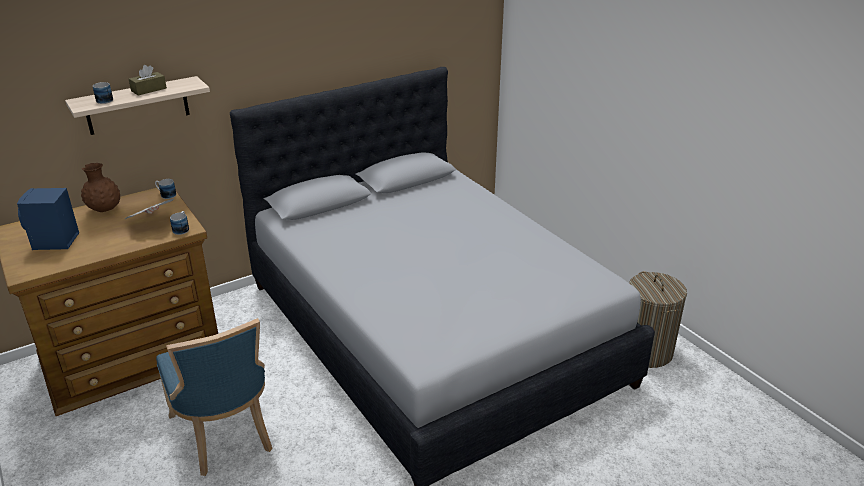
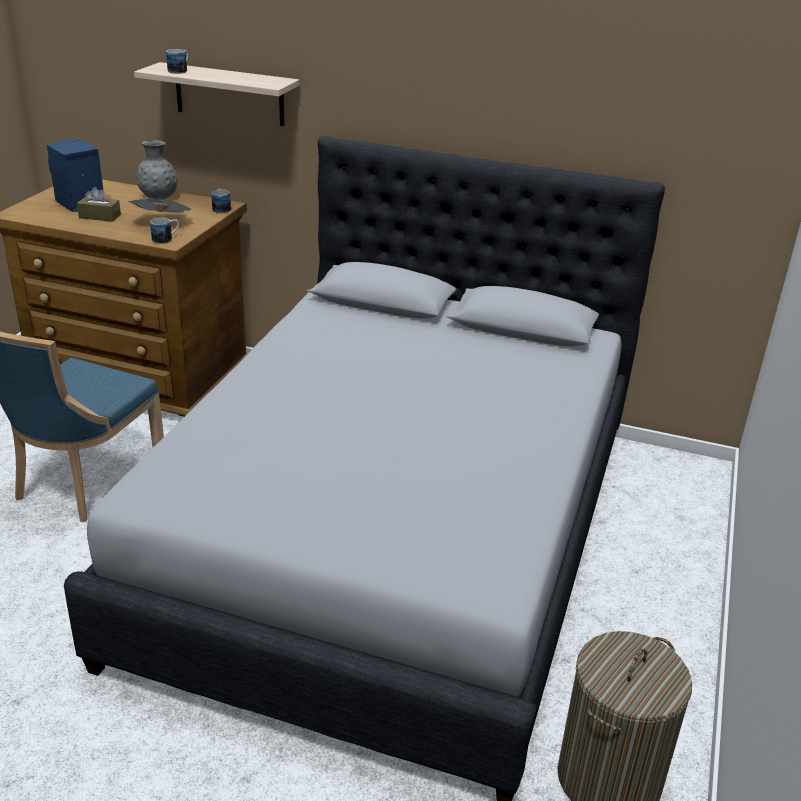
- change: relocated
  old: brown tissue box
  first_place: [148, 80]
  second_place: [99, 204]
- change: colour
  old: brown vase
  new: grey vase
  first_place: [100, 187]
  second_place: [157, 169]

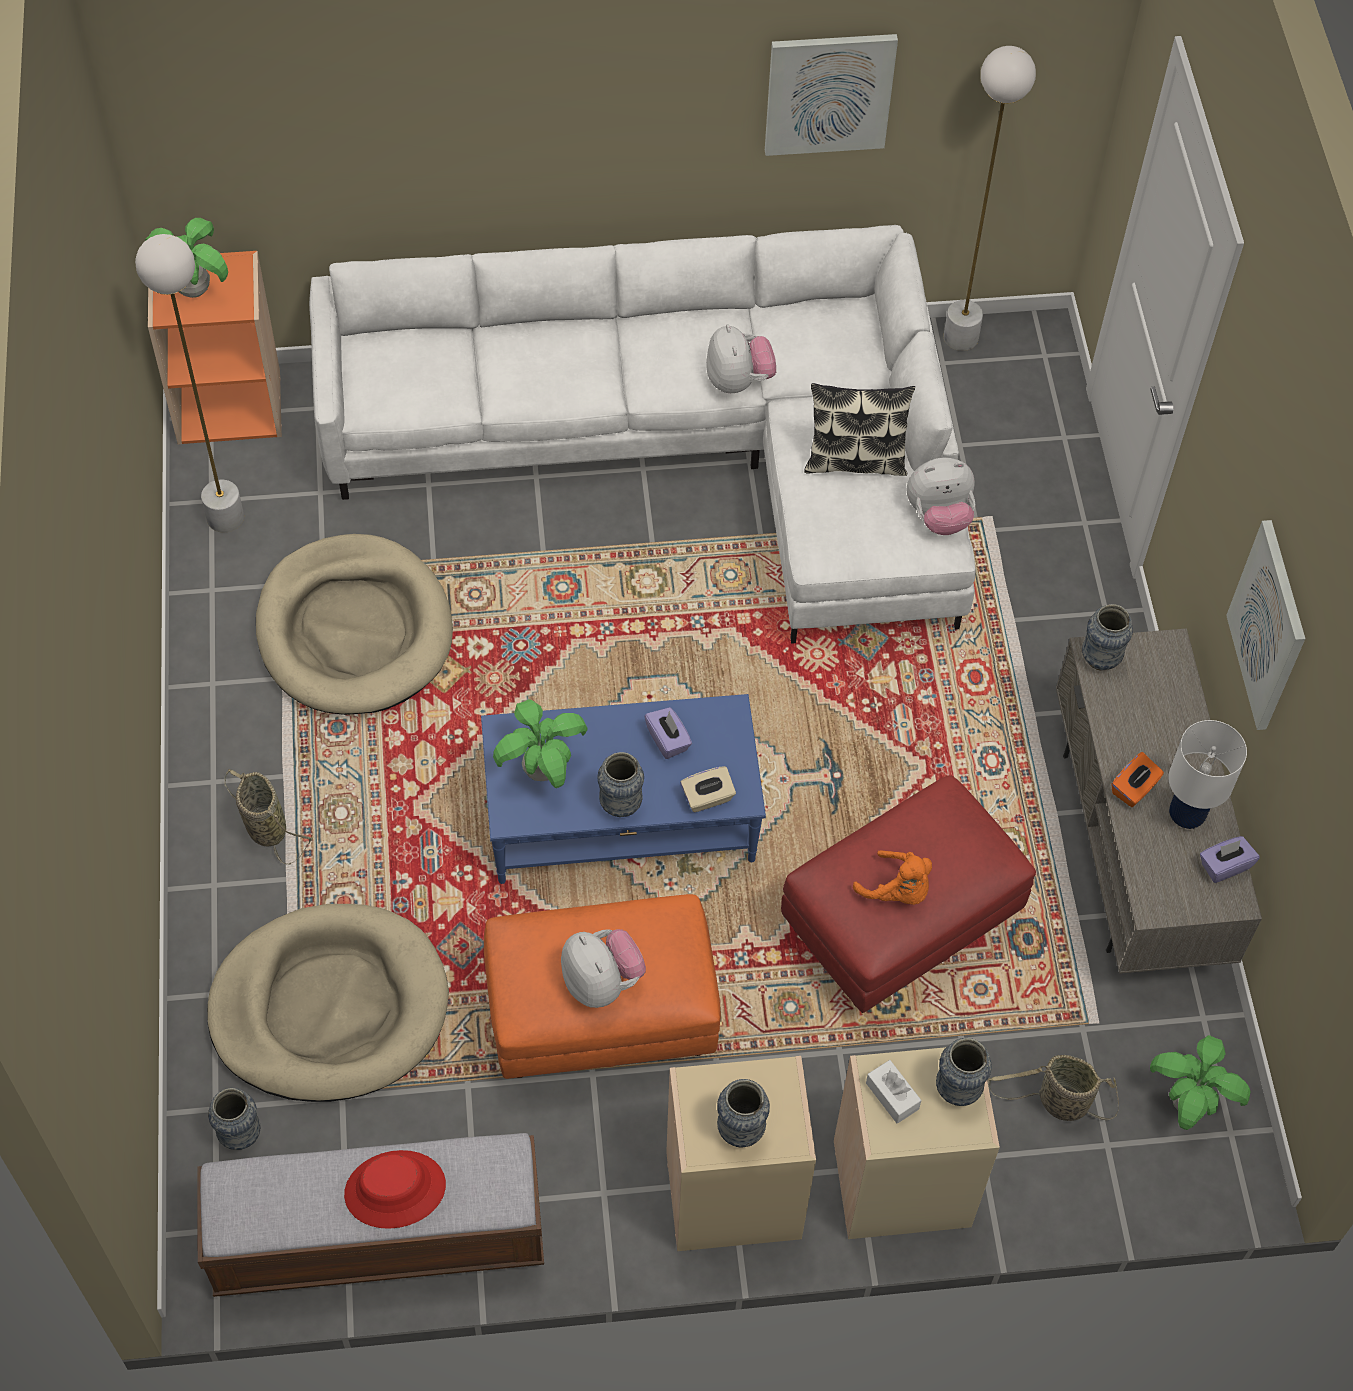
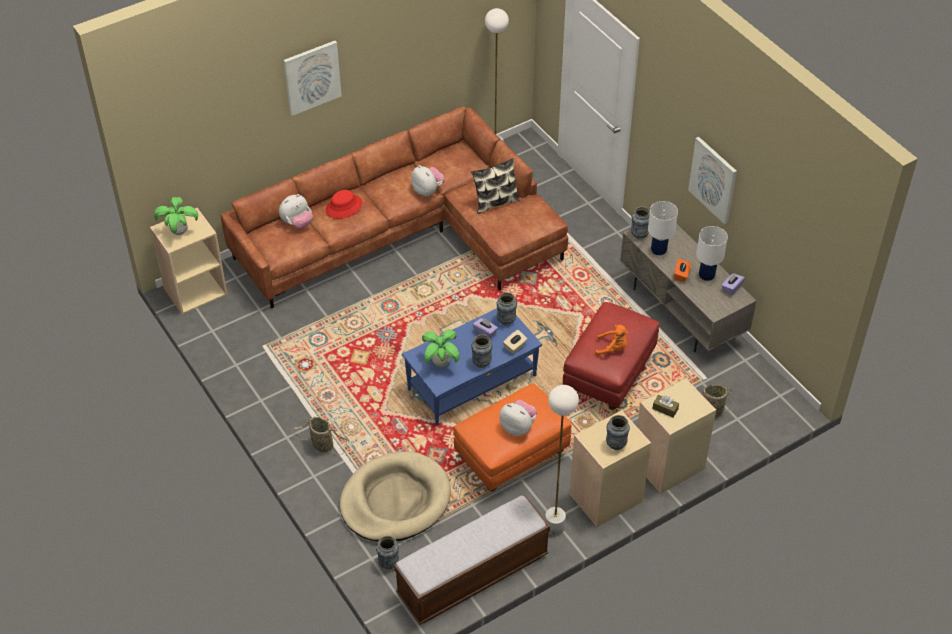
- change: colour
  old: orange bookcase
  new: beige bookcase
  first_place: [215, 347]
  second_place: [189, 261]
- change: colour
  old: white sofa
  new: brown sofa
  first_place: [642, 434]
  second_place: [394, 207]
- change: relocated
  old: plush toy
  first_place: [941, 496]
  second_place: [296, 211]
- change: relocated
  old: picture
  first_place: [831, 95]
  second_place: [313, 78]
- change: relocated
  old: red hat
  first_place: [395, 1189]
  second_place: [344, 204]
- change: relocated
  old: vase
  first_place: [964, 1072]
  second_place: [506, 308]
- change: relocated
  old: white floor lamp
  first_place: [189, 383]
  second_place: [562, 460]
- change: appeared
  new: white table lamp
  second_place: [663, 228]
- change: colour
  old: white tissue box
  new: brown tissue box
  first_place: [893, 1092]
  second_place: [665, 406]
- change: missing
  old: beige dog bed
  first_place: [354, 624]
- change: missing
  old: potted plant
  first_place: [1200, 1082]

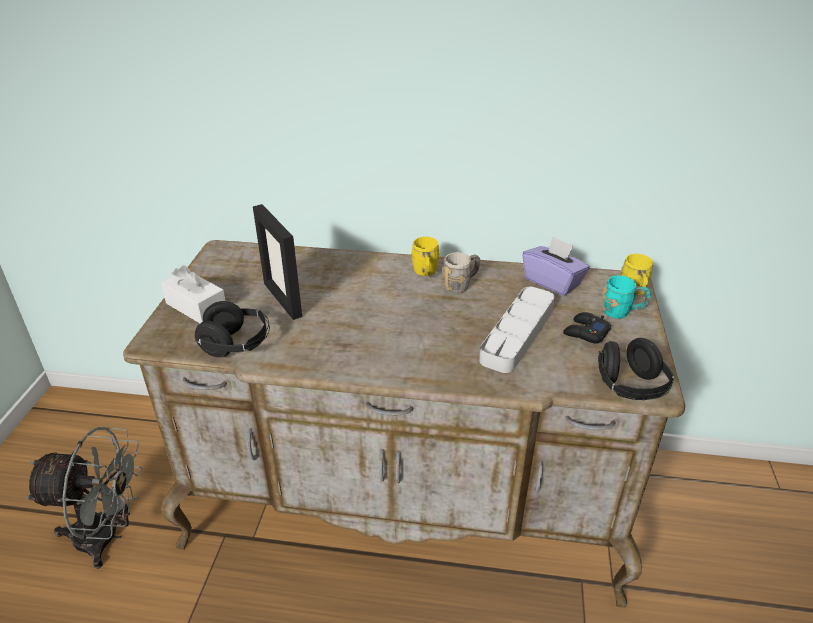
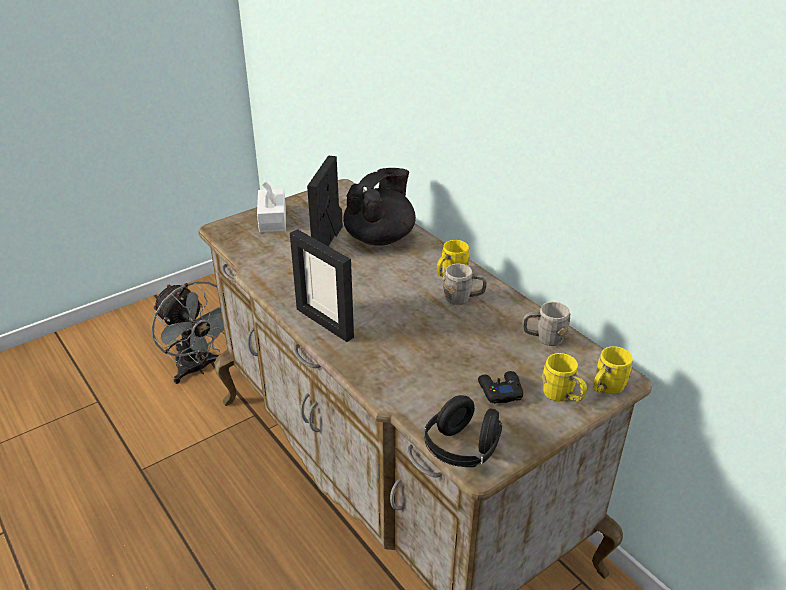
- change: appeared
  new: picture frame
  second_place: [322, 285]
- change: appeared
  new: black teapot
  second_place: [379, 207]
- change: exchanged
  old: purple tissue box
  new: grey mug
  first_place: [556, 266]
  second_place: [546, 324]
- change: colour
  old: turquoise mug
  new: yellow mug
  first_place: [626, 297]
  second_place: [564, 377]
- change: missing
  old: black headphones
  first_place: [232, 329]
- change: missing
  old: grey tray
  first_place: [517, 330]

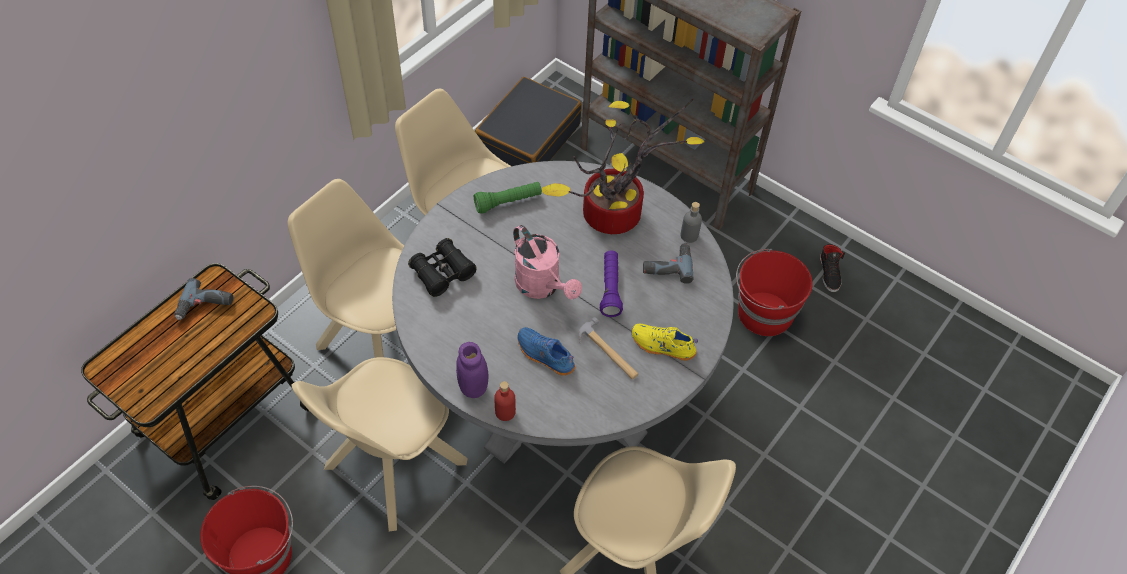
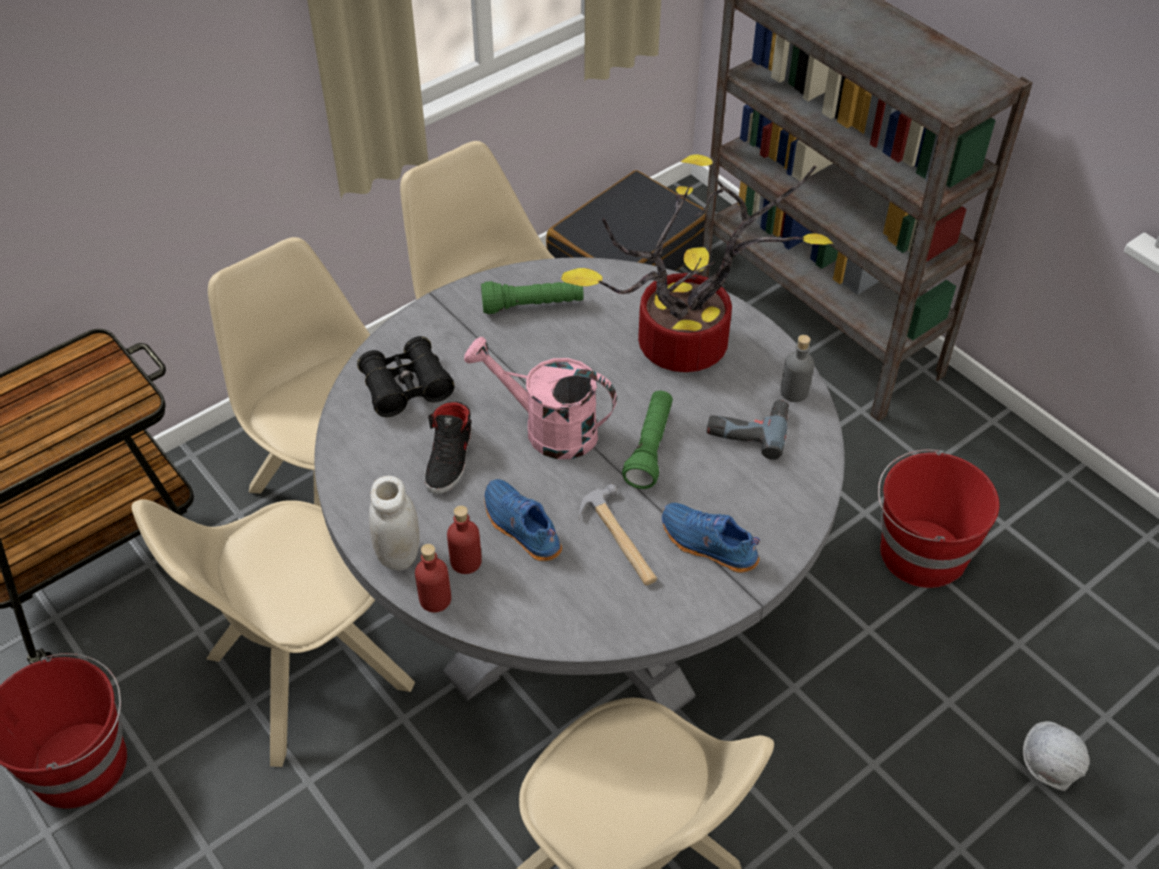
- change: colour
  old: purple jar
  new: white jar
  first_place: [472, 370]
  second_place: [394, 523]
- change: relocated
  old: black shoe
  first_place: [832, 268]
  second_place: [448, 448]
- change: appeared
  new: red bottle
  second_place: [464, 539]
- change: spun
  old: pink watering can
  first_place: [547, 262]
  second_place: [540, 398]
  degrees: 135
- change: colour
  old: purple flashlight
  new: green flashlight
  first_place: [611, 284]
  second_place: [647, 440]
- change: colour
  old: yellow shoe
  new: blue shoe
  first_place: [665, 342]
  second_place: [711, 538]
- change: appeared
  new: white hard hat
  second_place: [1056, 756]
- change: missing
  old: power drill
  first_place: [203, 299]

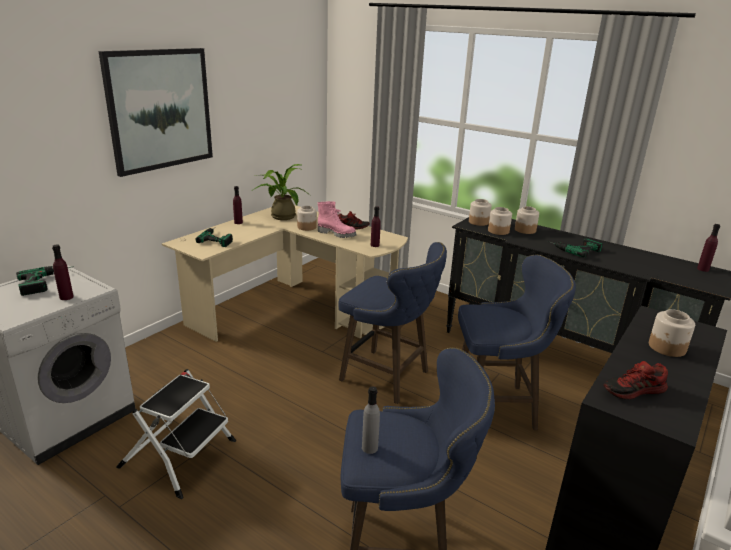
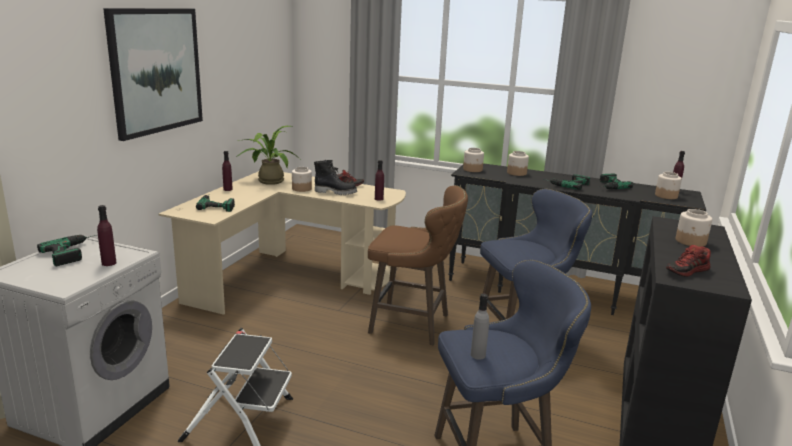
- change: colour
  old: pink boot
  new: black boot
  first_place: [337, 219]
  second_place: [335, 177]
- change: colour
  old: blue stool
  new: brown stool
  first_place: [392, 323]
  second_place: [418, 265]
- change: appeared
  new: power drill
  second_place: [615, 181]
- change: relocated
  old: jar
  first_place: [500, 221]
  second_place: [668, 185]

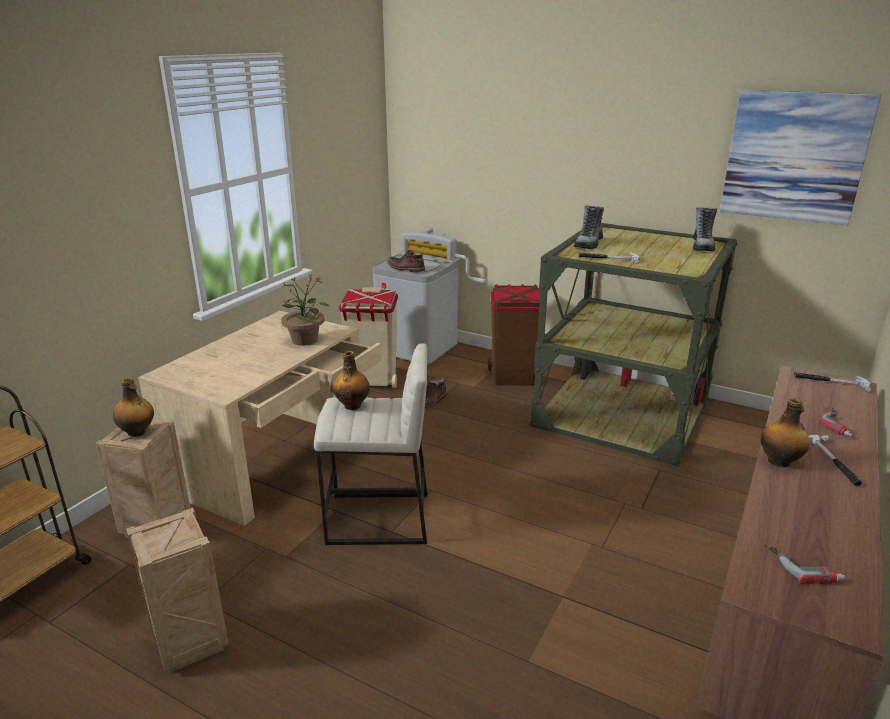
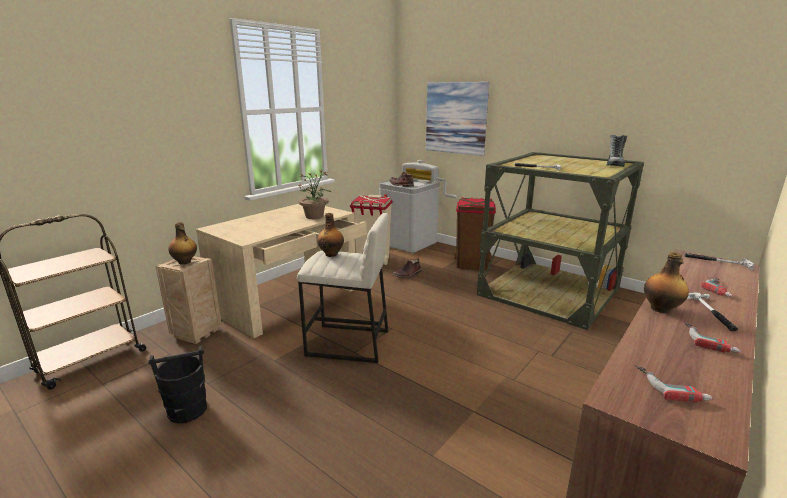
- change: exchanged
  old: crate
  new: black bucket
  first_place: [177, 590]
  second_place: [177, 384]
- change: relocated
  old: picture
  first_place: [800, 158]
  second_place: [457, 119]
- change: appeared
  new: power drill
  second_place: [712, 337]
- change: missing
  old: boot
  first_place: [589, 227]

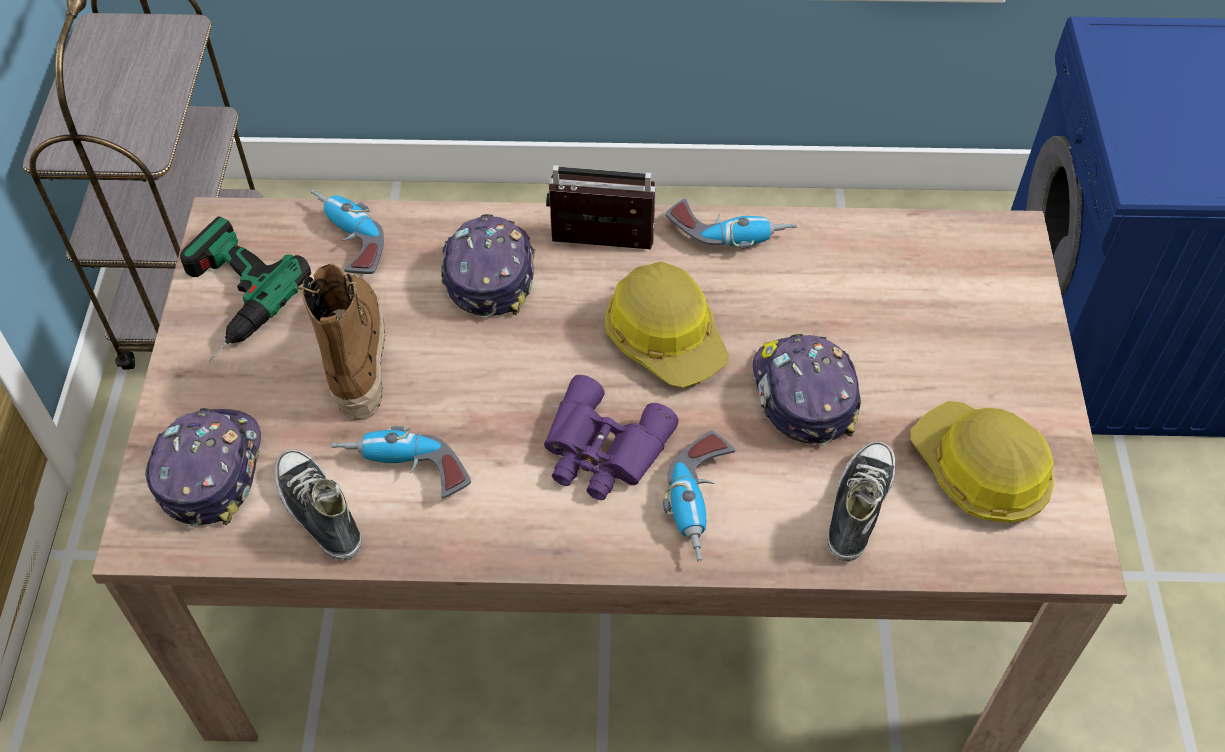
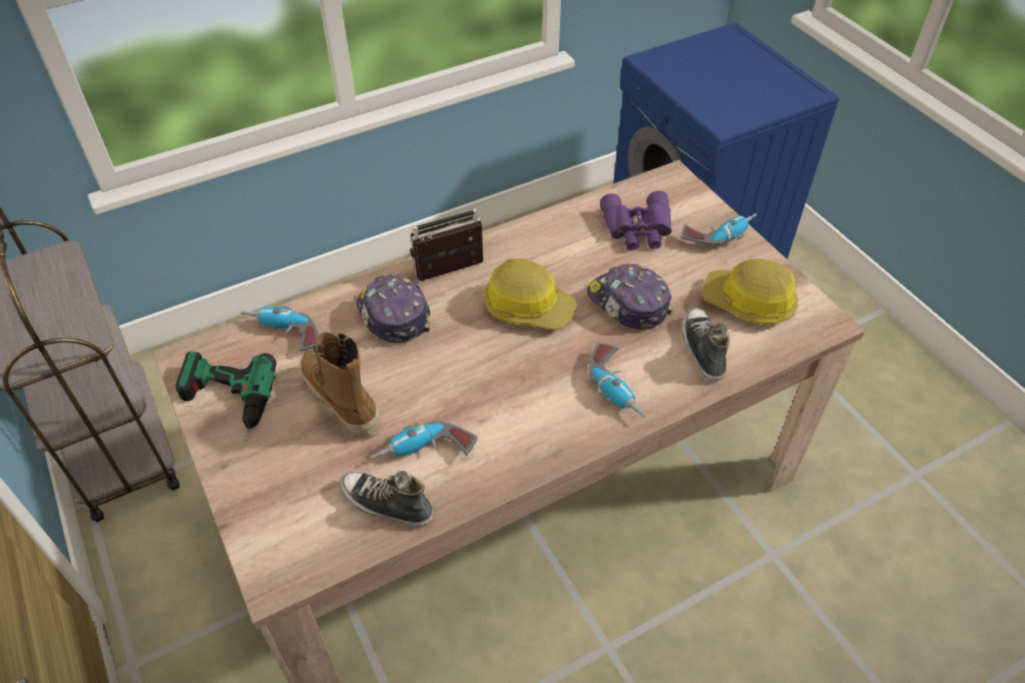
- change: relocated
  old: purple binoculars
  first_place: [611, 437]
  second_place: [636, 221]
- change: relocated
  old: power drill
  first_place: [731, 223]
  second_place: [719, 229]
- change: missing
  old: cap
  first_place: [203, 468]

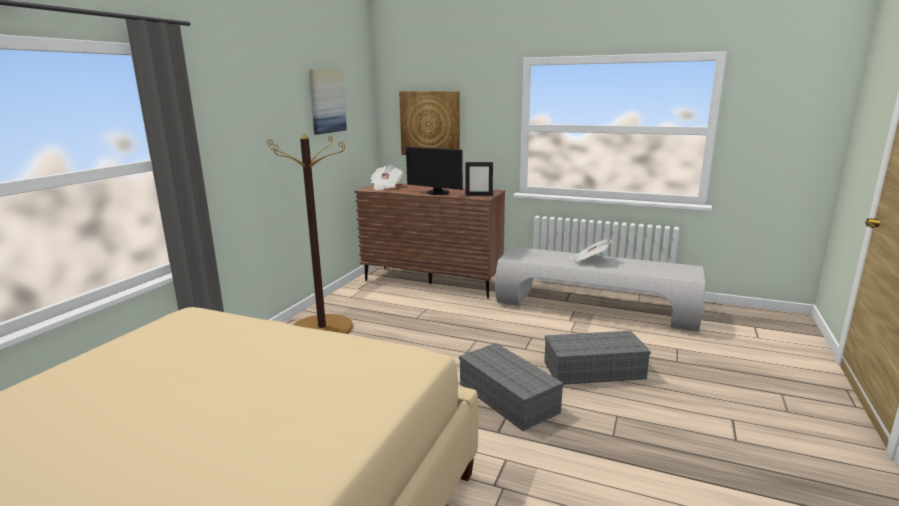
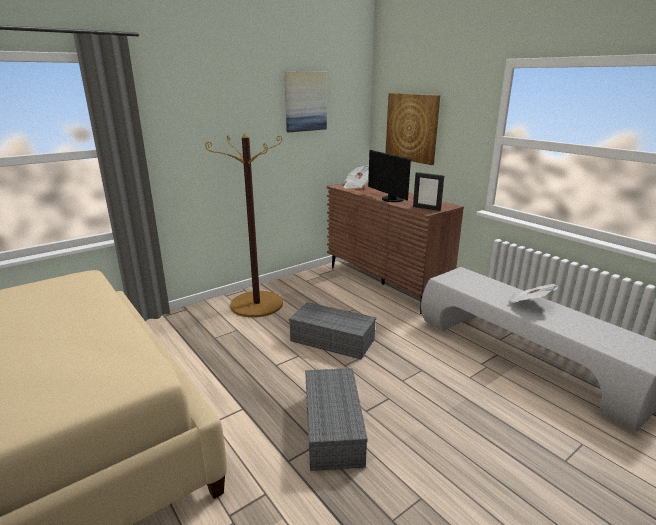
- change: relocated
  old: grey storage box
  first_place: [597, 358]
  second_place: [332, 330]

